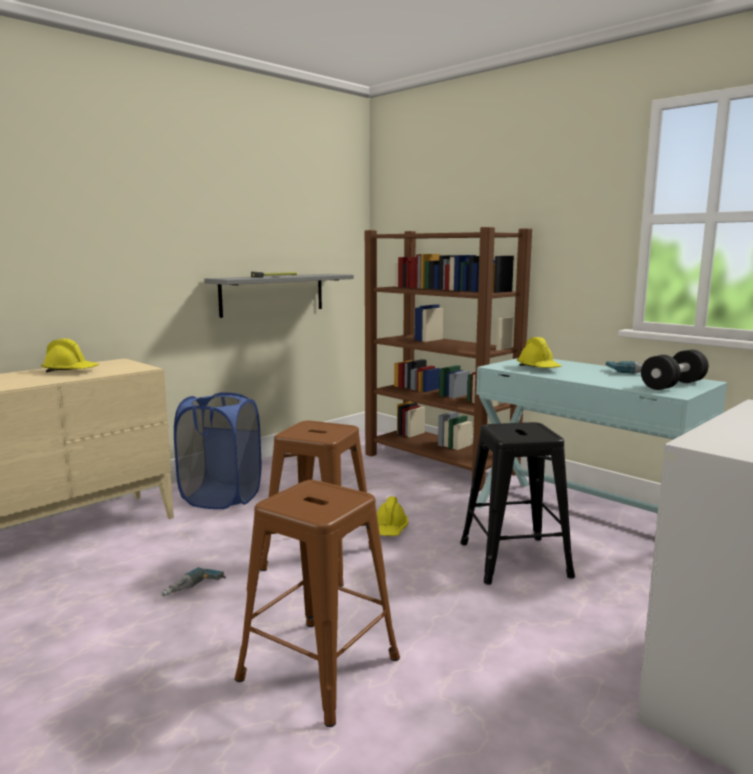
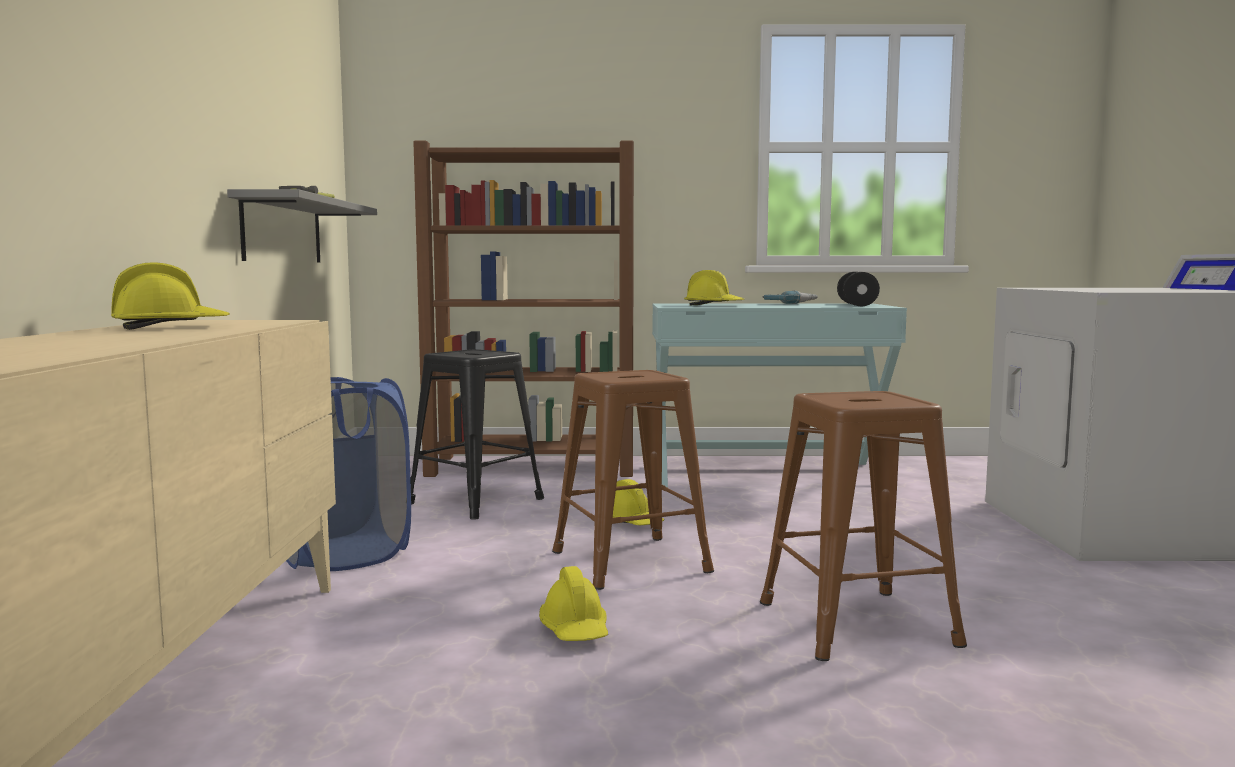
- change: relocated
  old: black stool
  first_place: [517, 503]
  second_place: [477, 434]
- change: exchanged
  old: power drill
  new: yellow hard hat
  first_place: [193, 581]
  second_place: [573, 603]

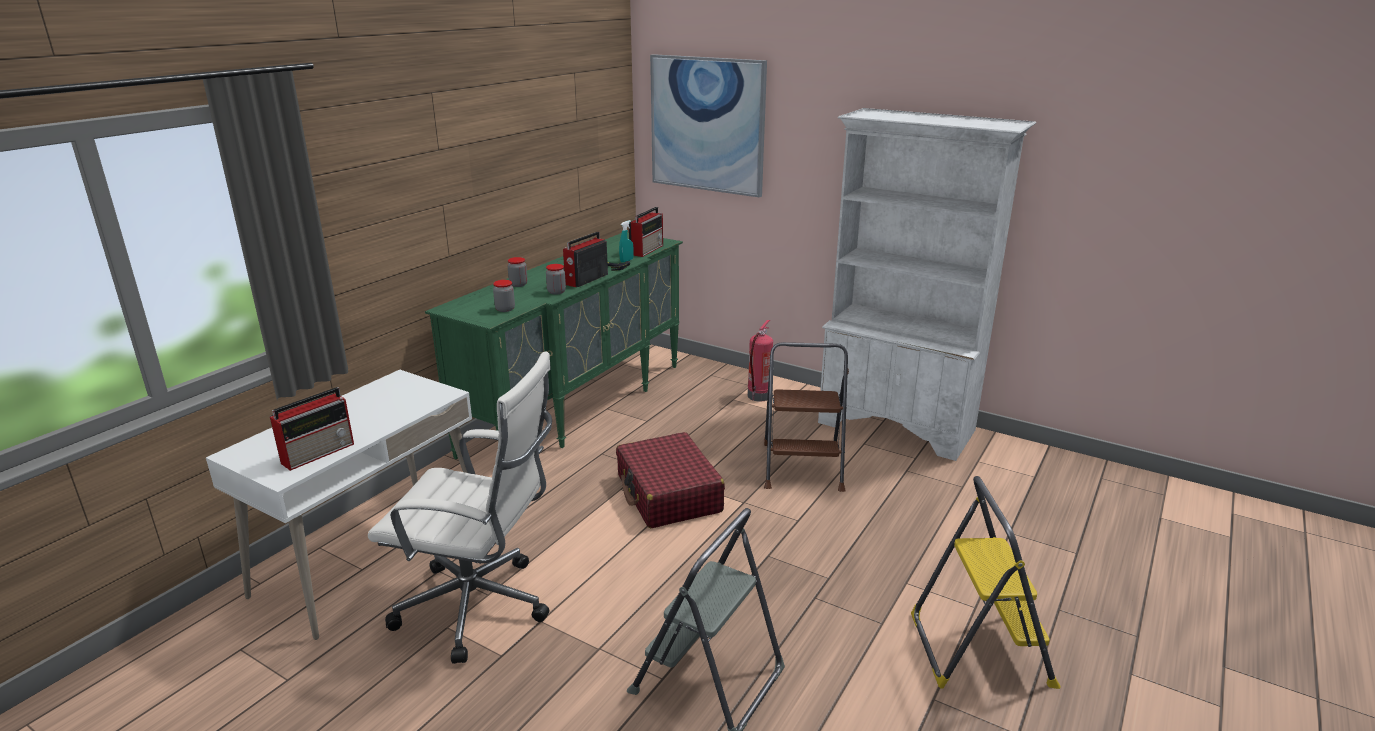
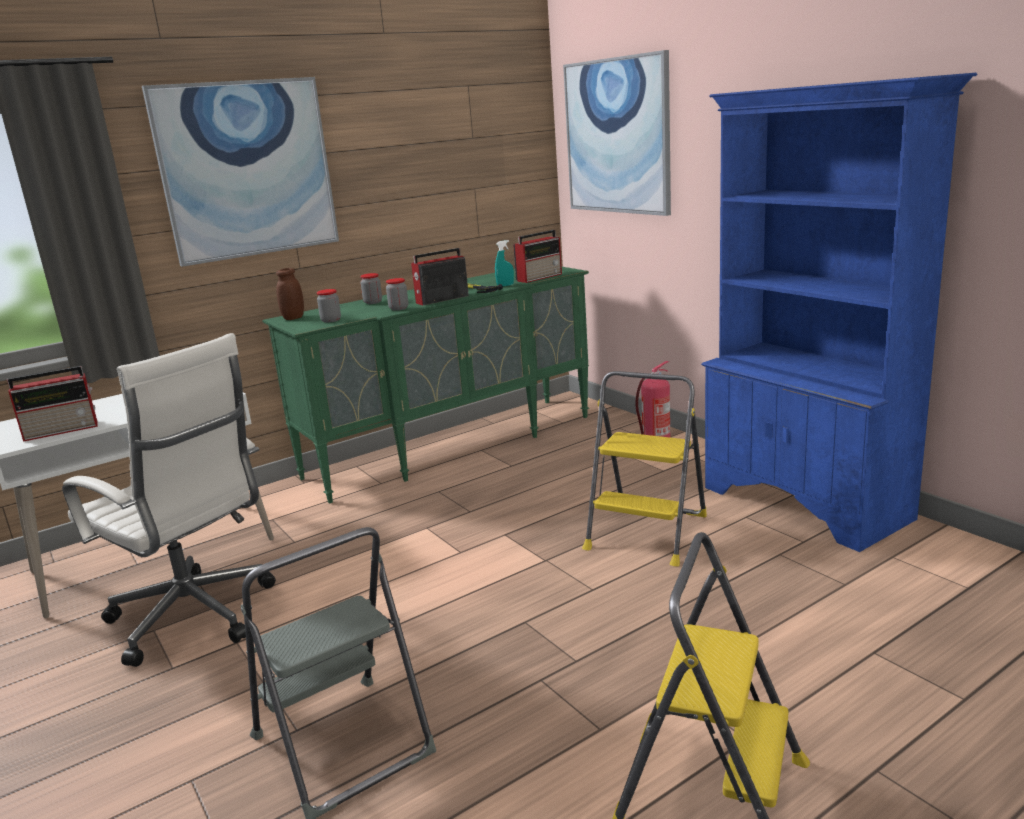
- change: appeared
  new: picture
  second_place: [240, 172]
- change: appeared
  new: brown jar
  second_place: [290, 294]
- change: colour
  old: brown step ladder
  new: yellow step ladder
  first_place: [806, 417]
  second_place: [644, 469]
- change: colour
  old: white bookcase
  new: blue bookcase
  first_place: [927, 284]
  second_place: [839, 312]
- change: missing
  old: red suitcase
  first_place: [670, 480]

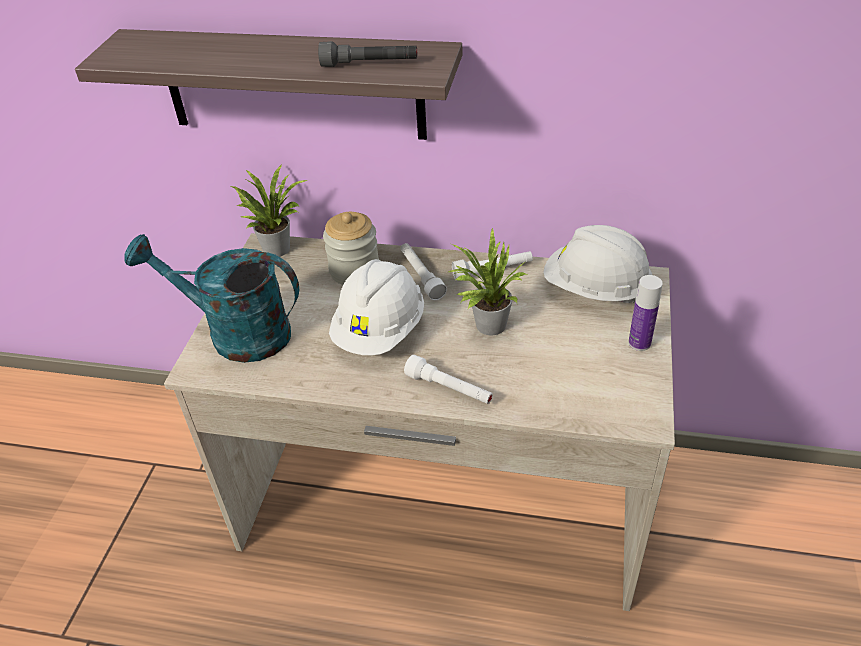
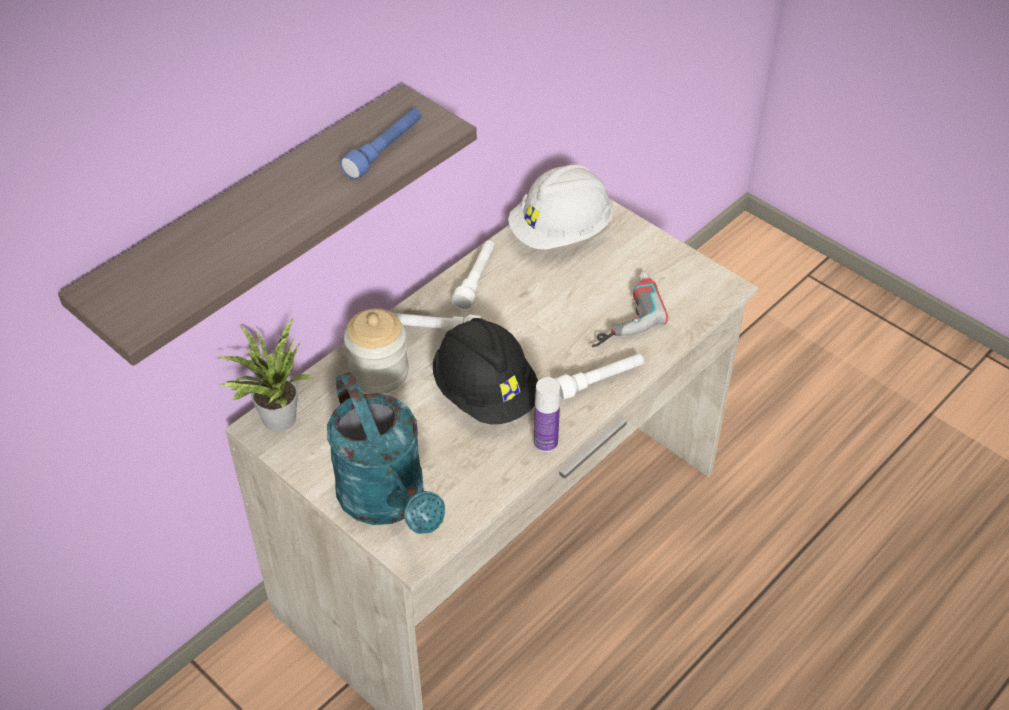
- change: spun
  old: turquoise watering can
  first_place: [212, 298]
  second_place: [386, 453]
  degrees: -75
- change: colour
  old: grey flashlight
  new: blue flashlight
  first_place: [367, 54]
  second_place: [380, 144]
- change: colour
  old: white hard hat
  new: black hard hat
  first_place: [376, 307]
  second_place: [485, 371]
- change: relocated
  old: bottle
  first_place: [645, 313]
  second_place: [547, 415]
- change: appeared
  new: power drill
  second_place: [630, 309]
- change: missing
  old: potted plant
  first_place: [488, 281]

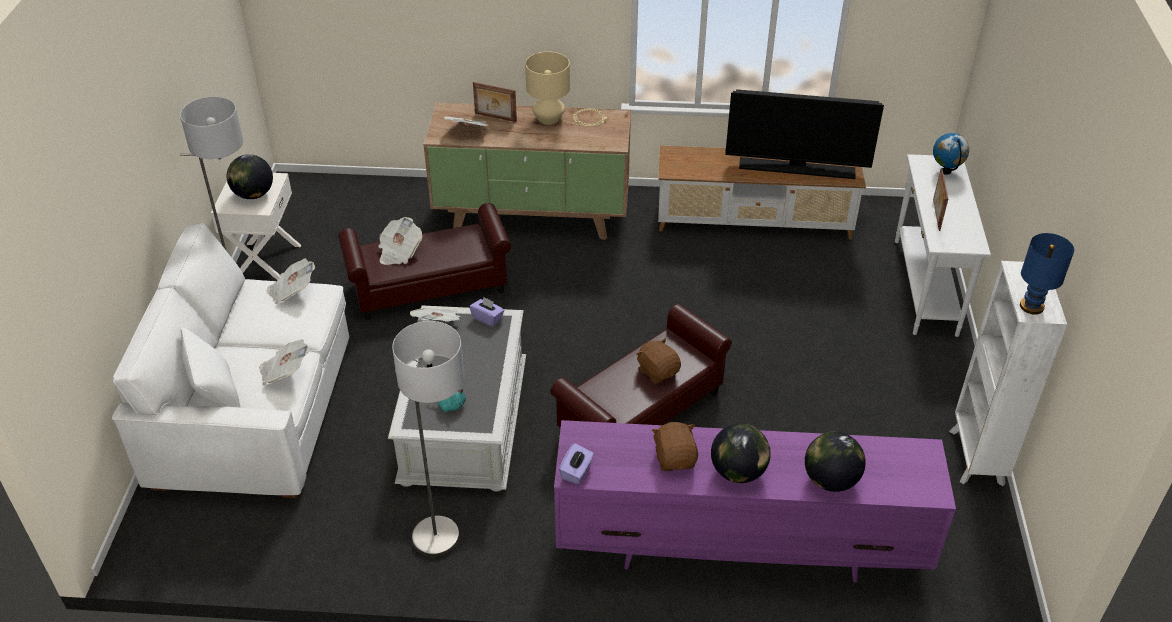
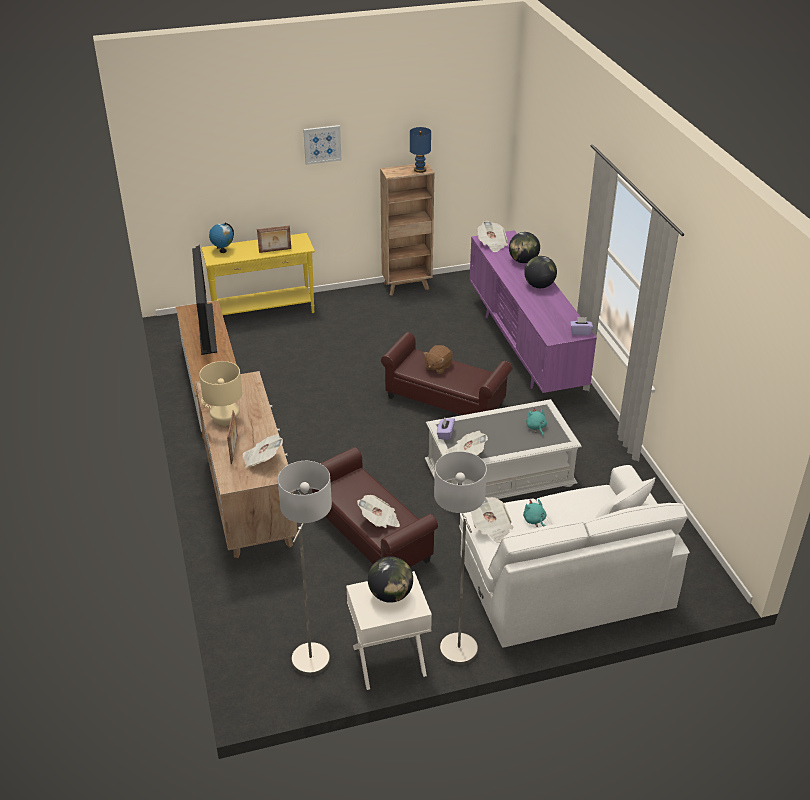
- change: colour
  old: white console table
  new: yellow console table
  first_place: [943, 245]
  second_place: [258, 274]
- change: relocated
  old: grey floor lamp
  first_place: [428, 439]
  second_place: [305, 568]
- change: appeared
  new: picture
  second_place: [322, 145]
- change: colour
  old: white bookcase
  new: brown bookcase
  first_place: [1008, 373]
  second_place: [407, 229]
- change: relocated
  old: newspaper
  first_place: [284, 362]
  second_place: [492, 236]
- change: appeared
  new: turquoise plush toy
  second_place: [535, 513]
- change: missing
  old: brown plush toy
  first_place: [675, 446]

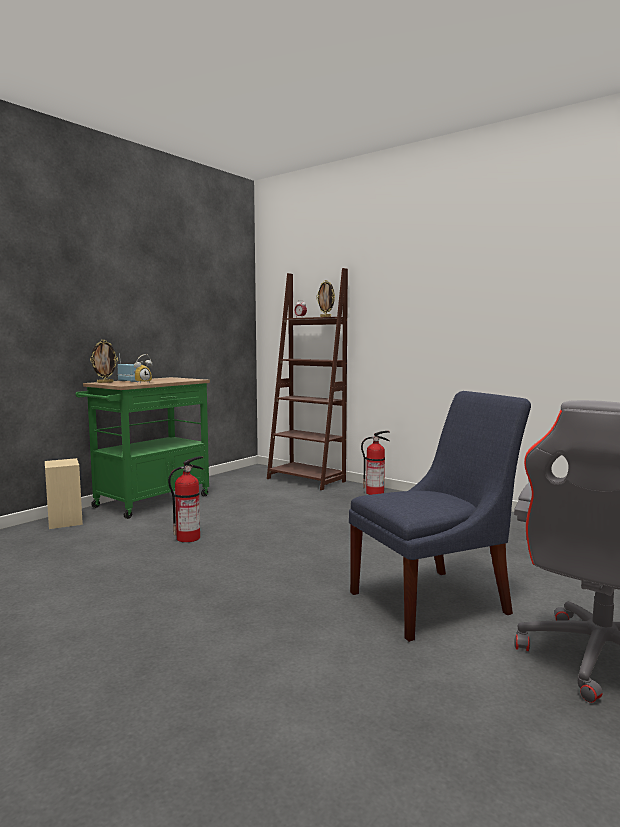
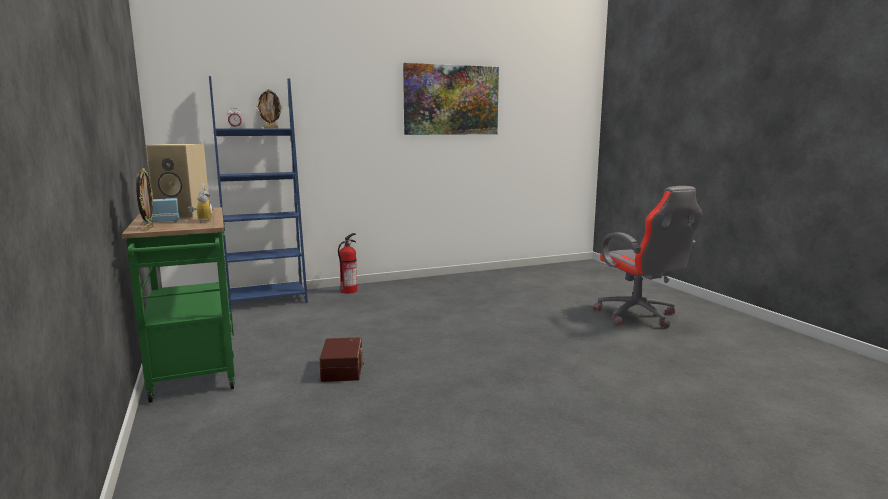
- change: relocated
  old: beige speaker
  first_place: [64, 493]
  second_place: [177, 181]
- change: colour
  old: brown bookcase
  new: blue bookcase
  first_place: [307, 379]
  second_place: [258, 193]
- change: exchanged
  old: fire extinguisher
  new: brown storage box
  first_place: [185, 499]
  second_place: [342, 359]
- change: appeared
  new: picture
  second_place: [451, 99]
- change: missing
  old: blue chair
  first_place: [440, 516]

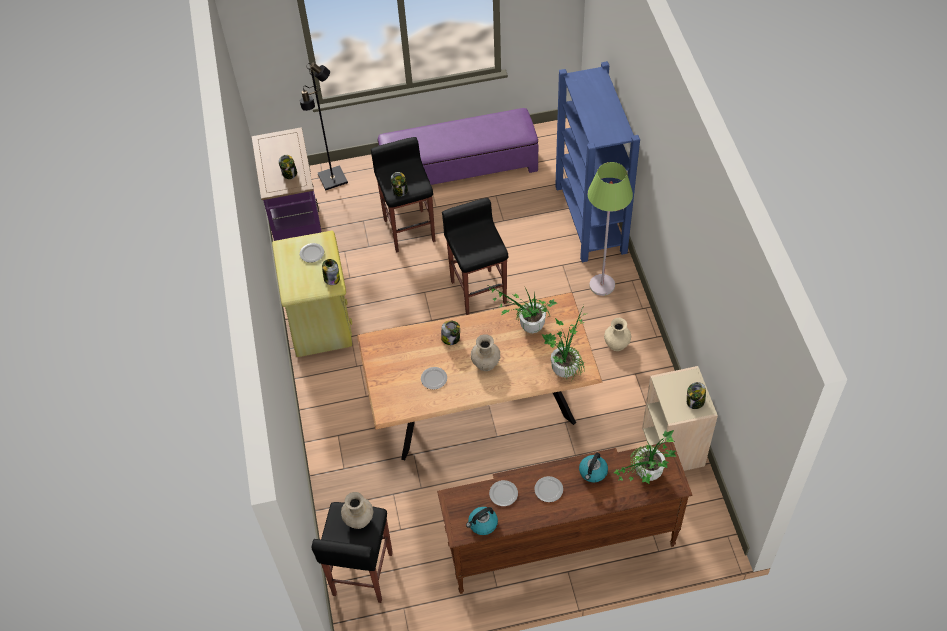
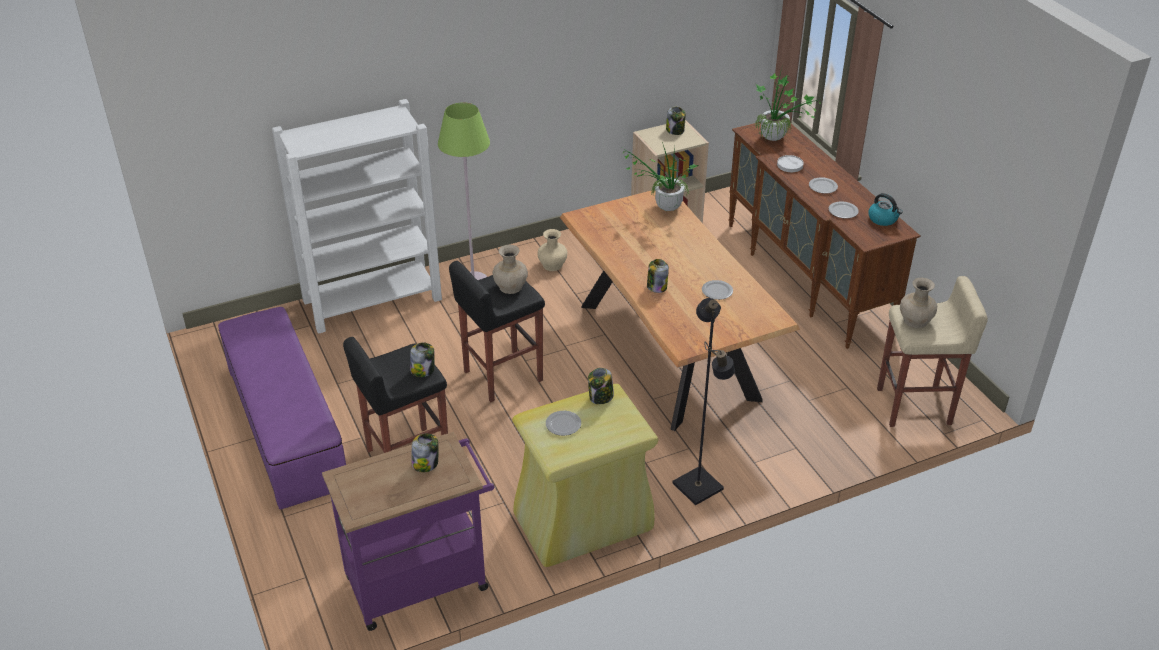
- change: colour
  old: blue bookcase
  new: white bookcase
  first_place: [597, 161]
  second_place: [357, 216]
- change: relocated
  old: beige vase
  first_place: [485, 352]
  second_place: [510, 269]
- change: relocated
  old: black floor lamp
  first_place: [324, 126]
  second_place: [703, 401]
- change: exchanged
  old: kettle
  new: white plate
  first_place: [593, 467]
  second_place: [790, 163]
- change: colour
  old: black stool
  new: beige stool
  first_place: [352, 552]
  second_place: [932, 351]
- change: missing
  old: potted plant
  first_place: [523, 310]

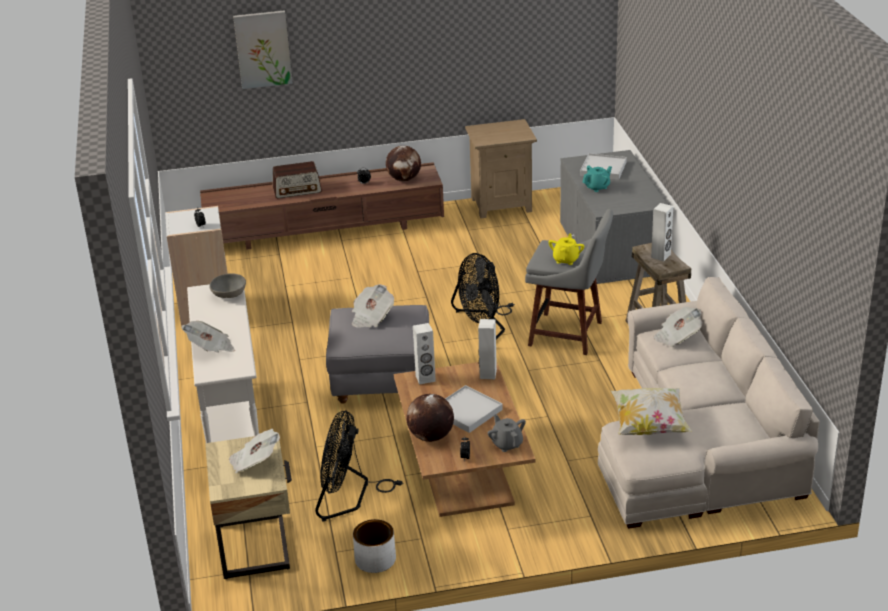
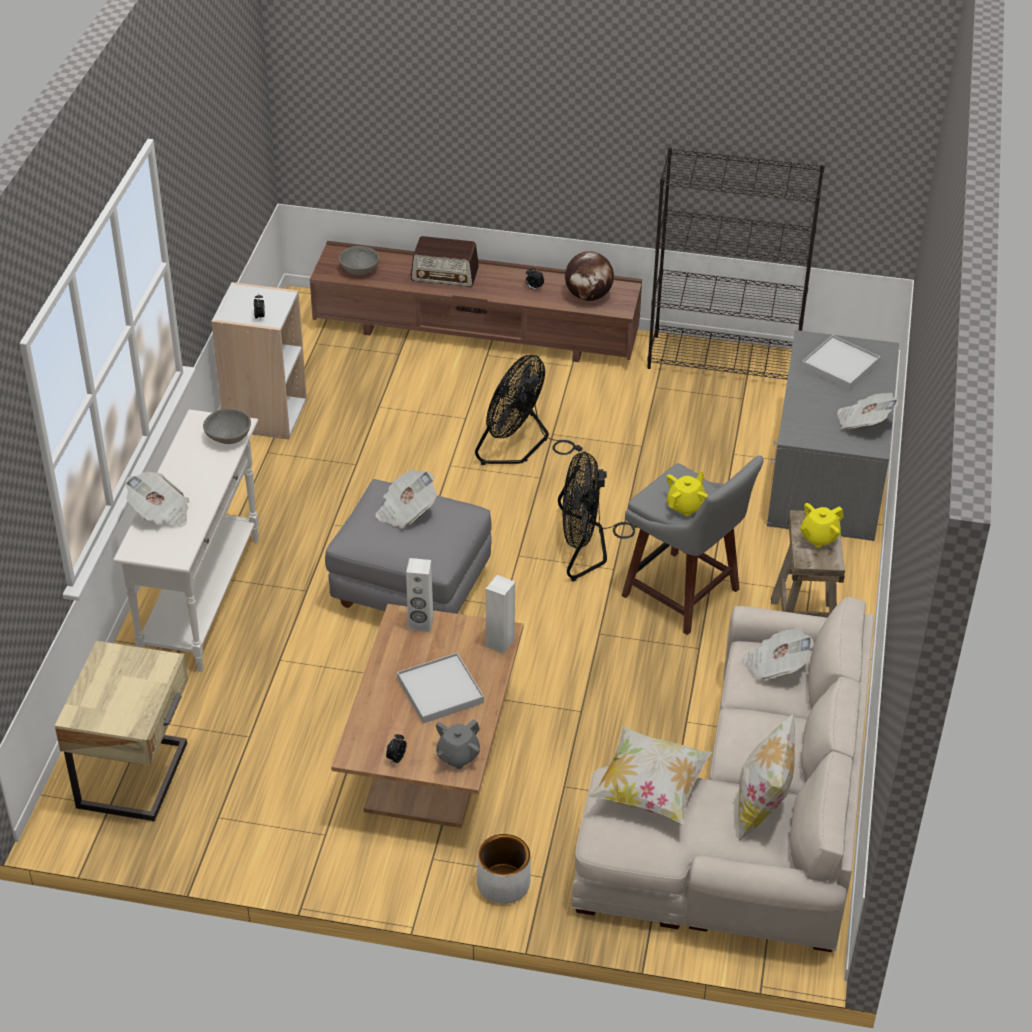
- change: appeared
  new: grey bowl
  second_place: [359, 260]
- change: spun
  old: grey teapot
  first_place: [507, 433]
  second_place: [458, 744]
  degrees: -135
- change: relocated
  old: black fan
  first_place: [359, 466]
  second_place: [528, 410]
- change: relocated
  old: white planter
  first_place: [374, 546]
  second_place: [504, 869]
- change: exchanged
  old: beige nightstand
  new: black bookcase
  first_place: [501, 168]
  second_place: [736, 264]
- change: appeared
  new: pillow
  second_place: [766, 777]
- change: exchanged
  old: white speaker
  new: yellow teapot
  first_place: [662, 232]
  second_place: [822, 525]
- change: relocated
  old: newspaper
  first_place: [254, 451]
  second_place: [867, 411]
- change: missing
  old: picture
  first_place: [263, 49]
- change: missing
  old: globe
  first_place: [430, 418]
- change: missing
  old: turquoise teapot
  first_place: [597, 179]

